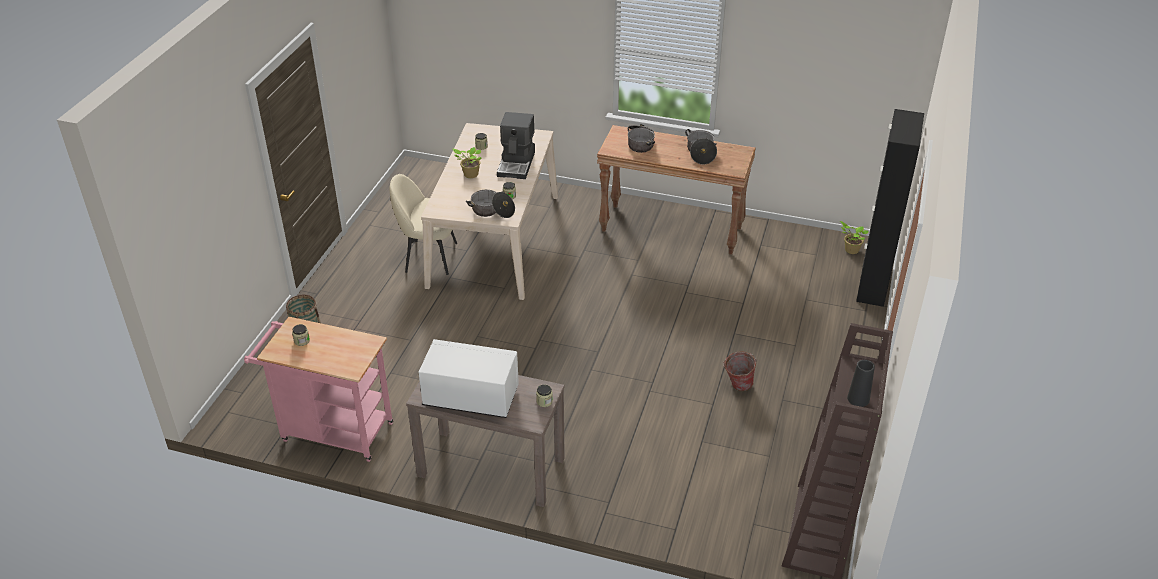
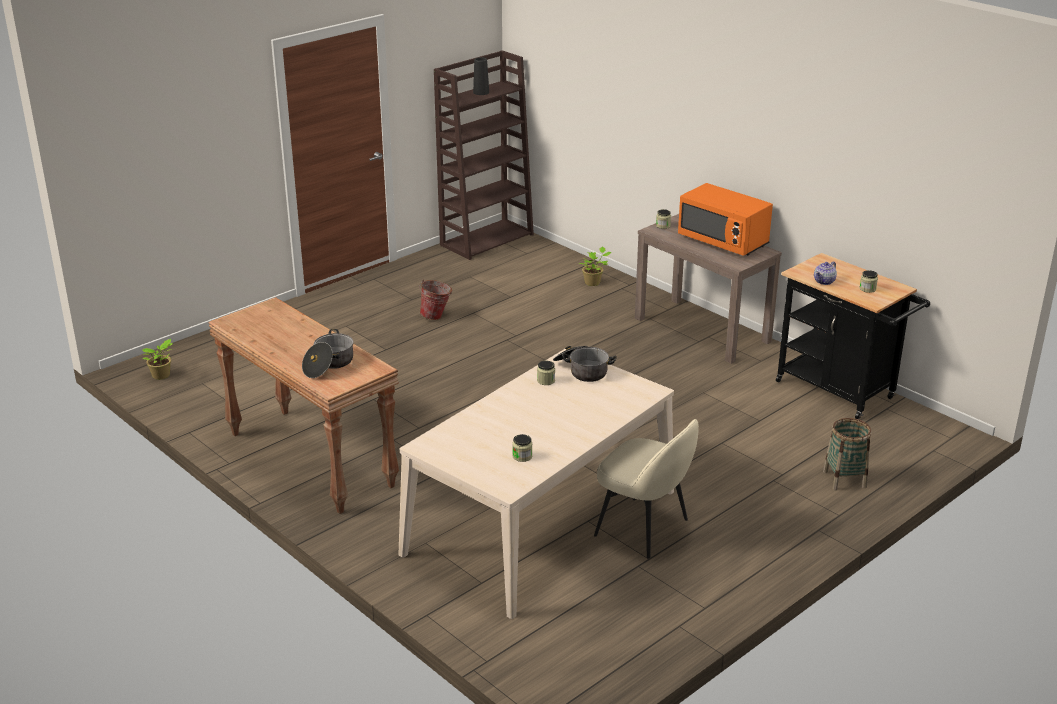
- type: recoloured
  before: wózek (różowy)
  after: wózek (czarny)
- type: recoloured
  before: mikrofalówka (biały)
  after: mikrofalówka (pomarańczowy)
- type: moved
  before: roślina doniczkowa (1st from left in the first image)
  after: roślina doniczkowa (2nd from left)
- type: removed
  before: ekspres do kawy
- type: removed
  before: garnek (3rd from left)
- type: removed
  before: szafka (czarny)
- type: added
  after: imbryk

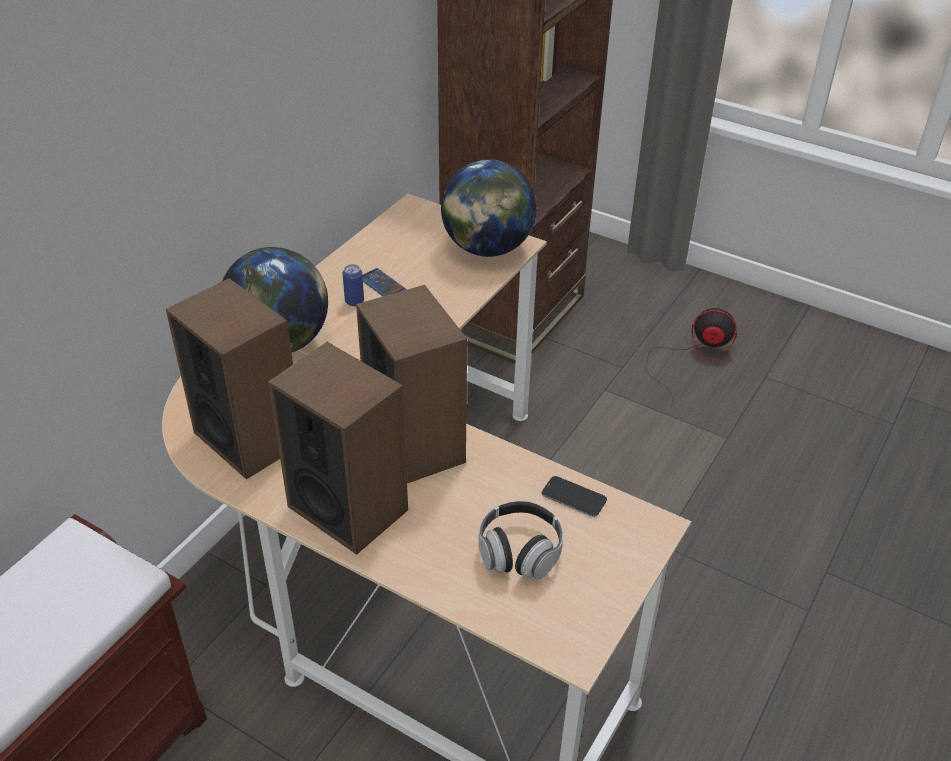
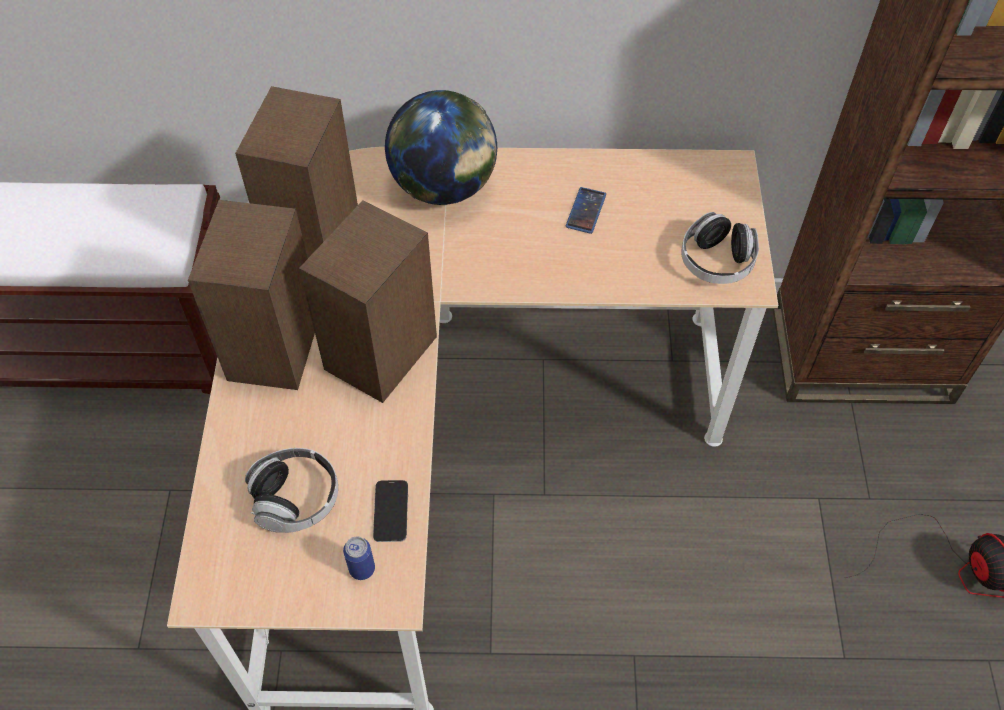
- type: moved
  before: puszka
- type: replaced
  before: globus (2nd from left)
  after: słuchawki (2nd from left)

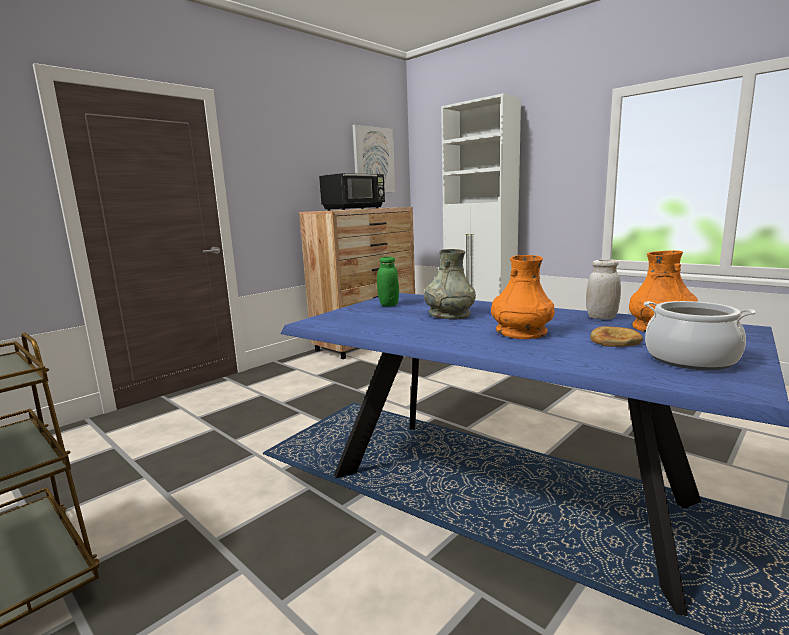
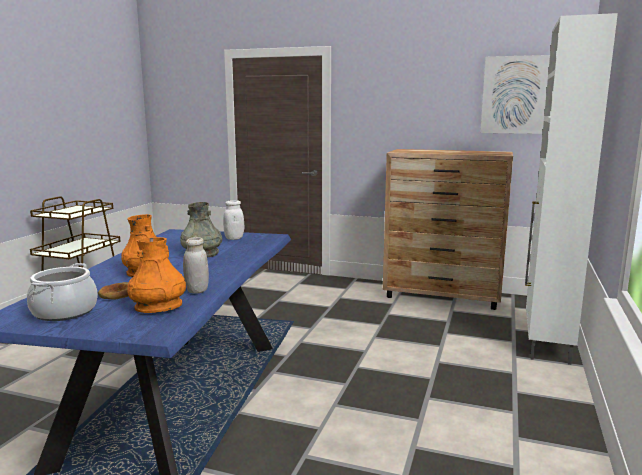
- type: removed
  before: mikrofalówka (czarny)
- type: recoloured
  before: słoik (zielony)
  after: słoik (biały) (2nd from left)

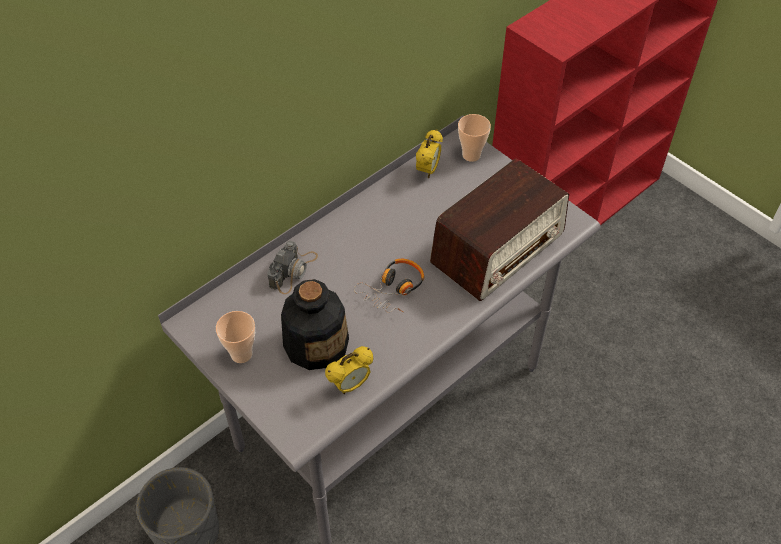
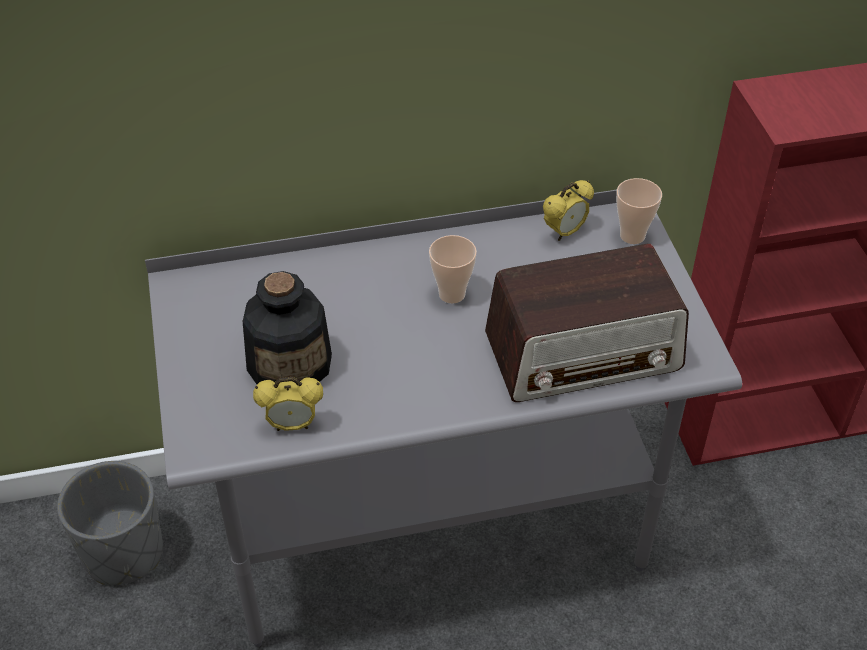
- type: moved
  before: filiżanka (1st from left)
- type: removed
  before: aparat fotograficzny
- type: removed
  before: słuchawki

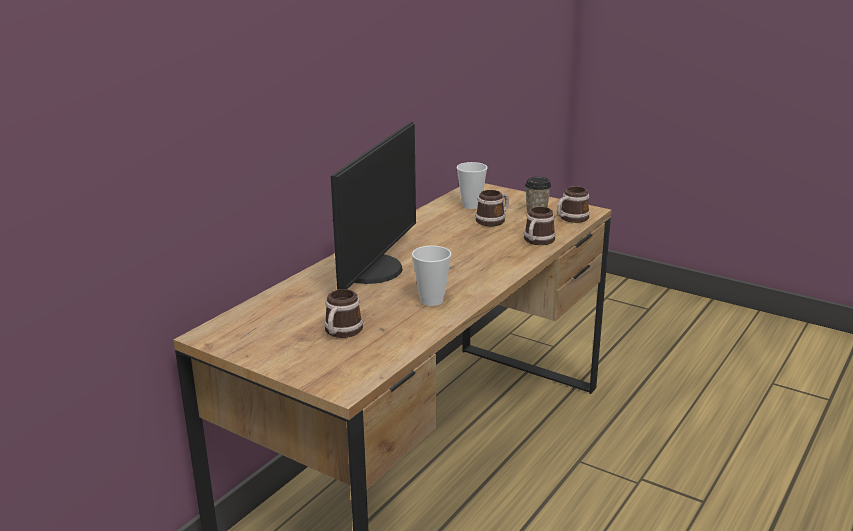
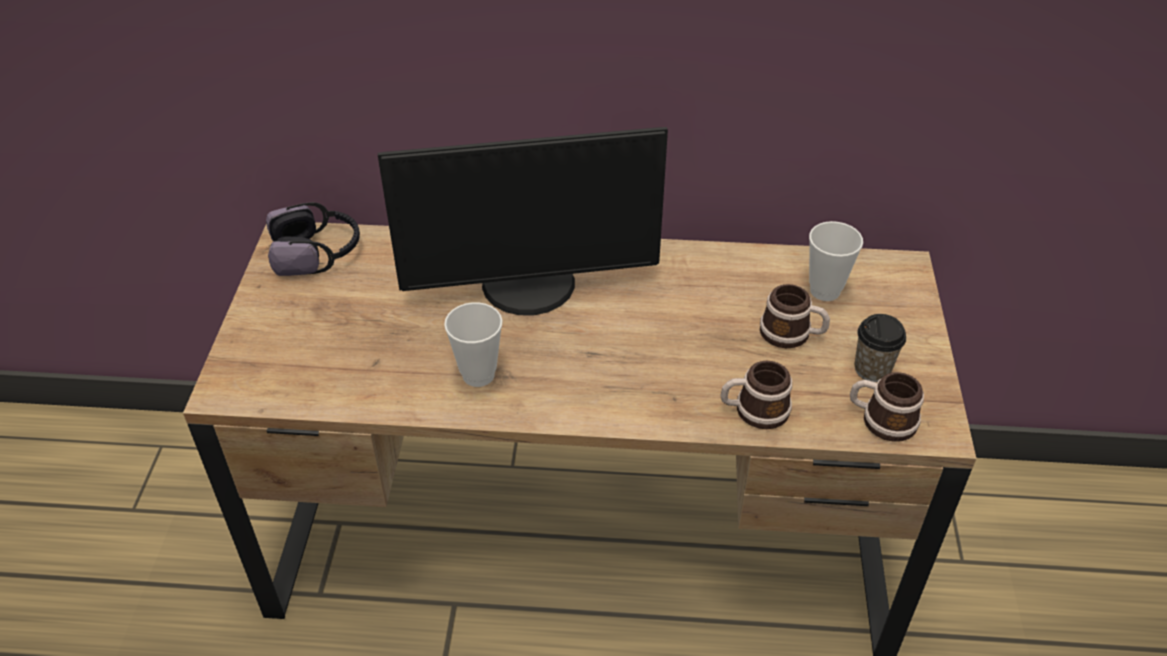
- type: removed
  before: kubek (1st from left)
- type: added
  after: słuchawki

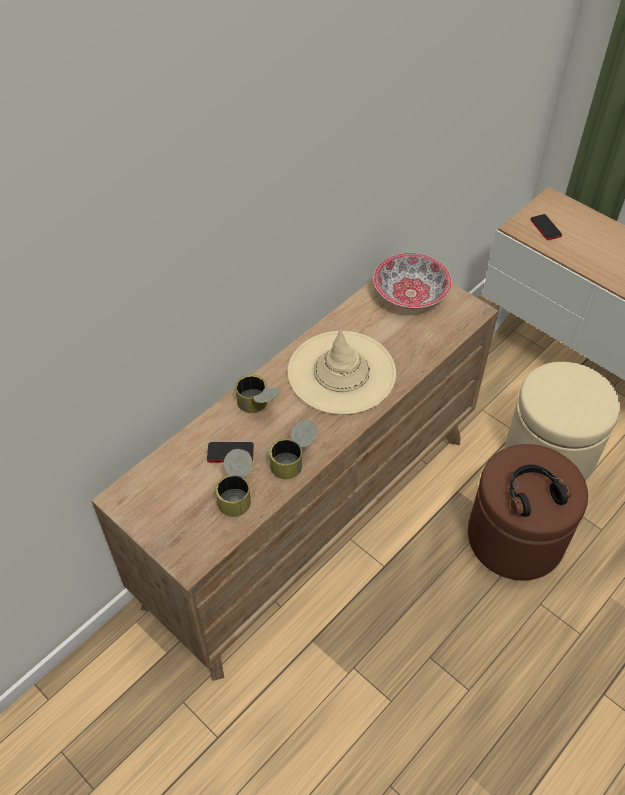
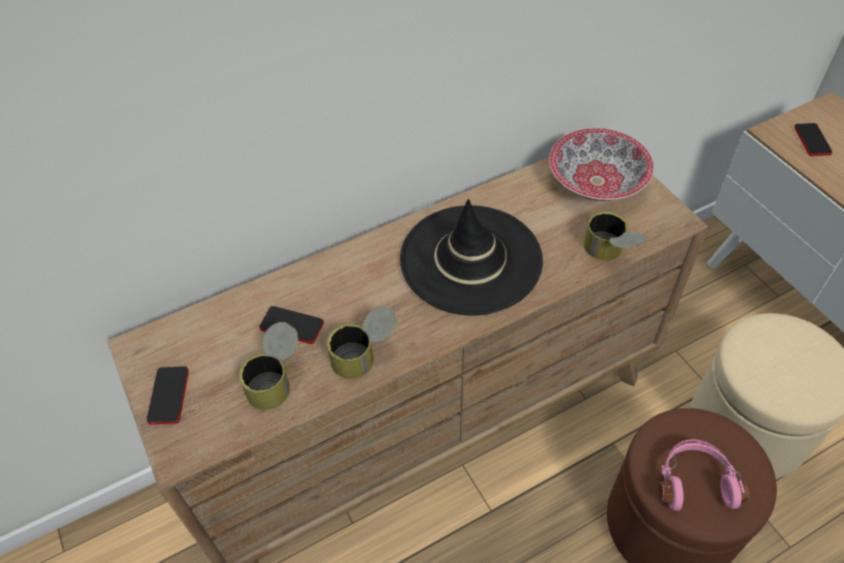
- type: moved
  before: puszka (2nd from left in the first image)
  after: puszka (3rd from left)
- type: recoloured
  before: kapelusz (beżowy)
  after: kapelusz (czarny)
- type: recoloured
  before: słuchawki (czarny)
  after: słuchawki (różowy)
- type: added
  after: telefon (1st from left)

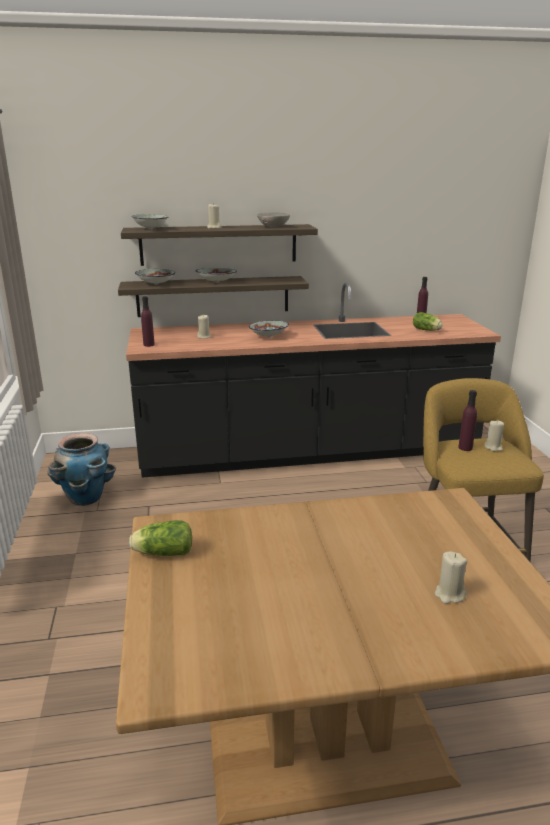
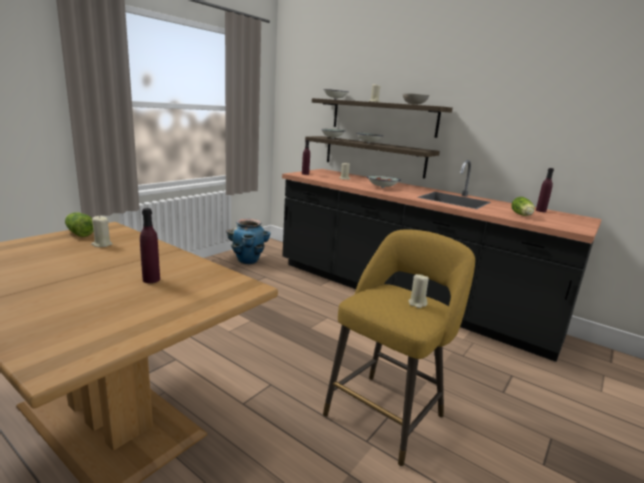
- type: moved
  before: świeca (beżowy) (3rd from left in the first image)
  after: świeca (beżowy) (1st from left)
- type: moved
  before: butelka (fioletowy) (3rd from left in the first image)
  after: butelka (fioletowy) (1st from left)

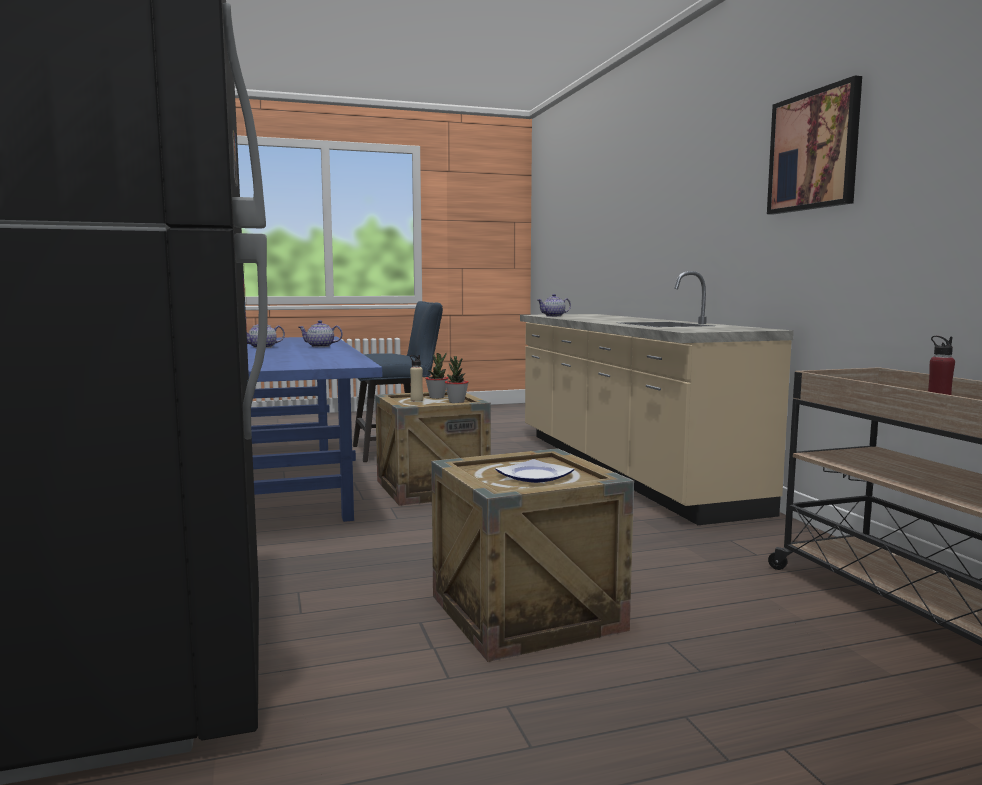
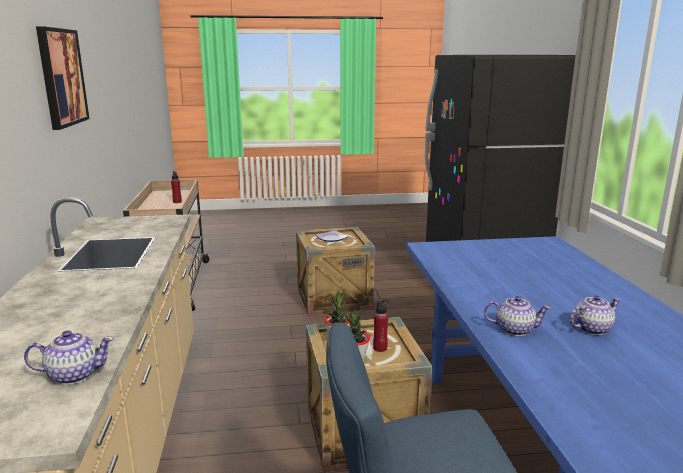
- type: recoloured
  before: butelka (beżowy)
  after: butelka (czerwony) (2nd from left)

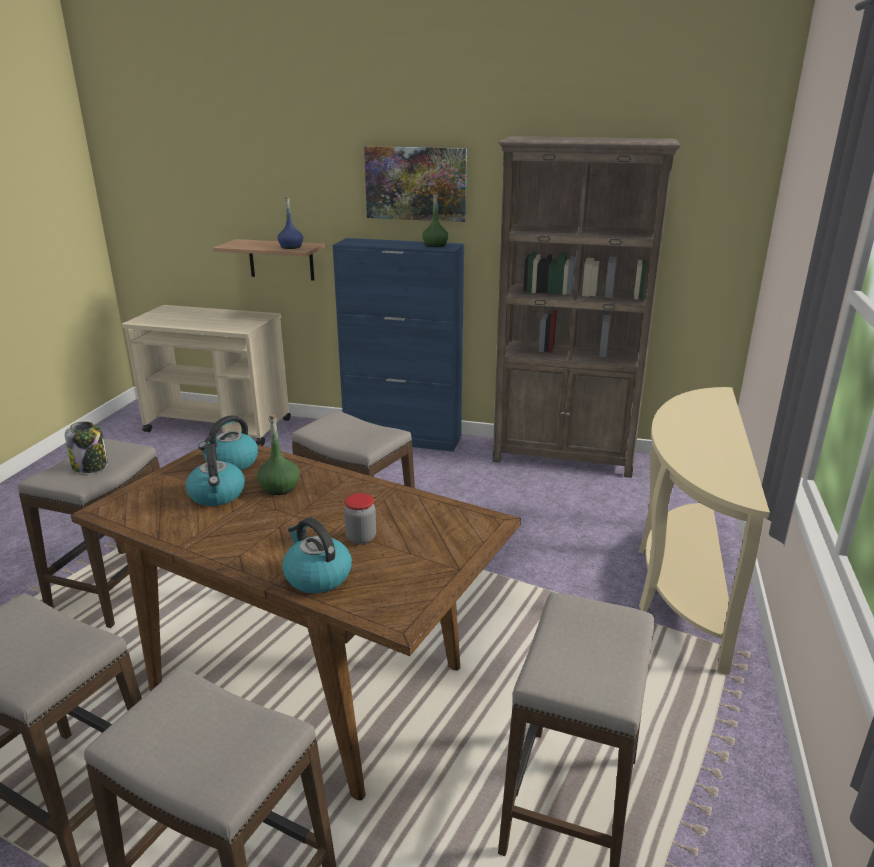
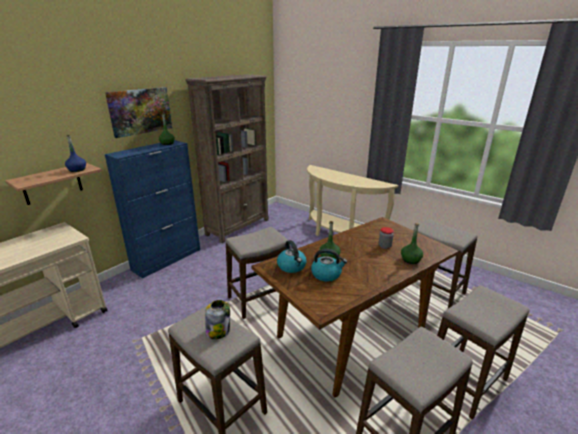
- type: replaced
  before: czajnik (3rd from left)
  after: butelka (zielony) (3rd from left)

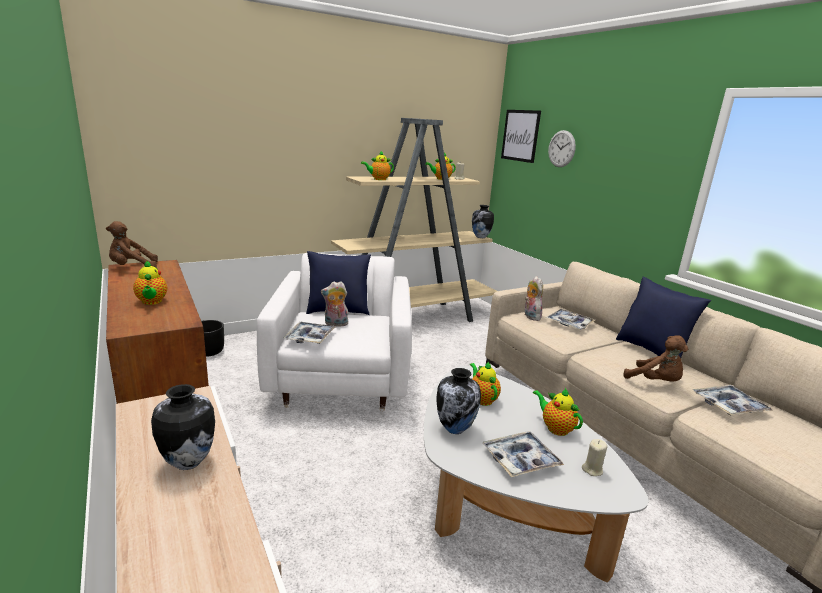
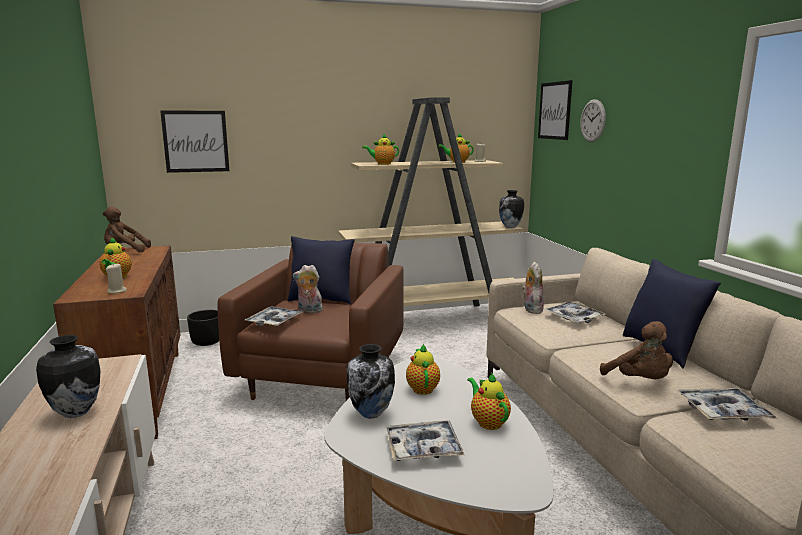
- type: recoloured
  before: fotel (biały)
  after: fotel (brązowy)
- type: moved
  before: świeca (beżowy) (2nd from left in the first image)
  after: świeca (beżowy) (1st from left)
- type: added
  after: obraz (1st from left)

